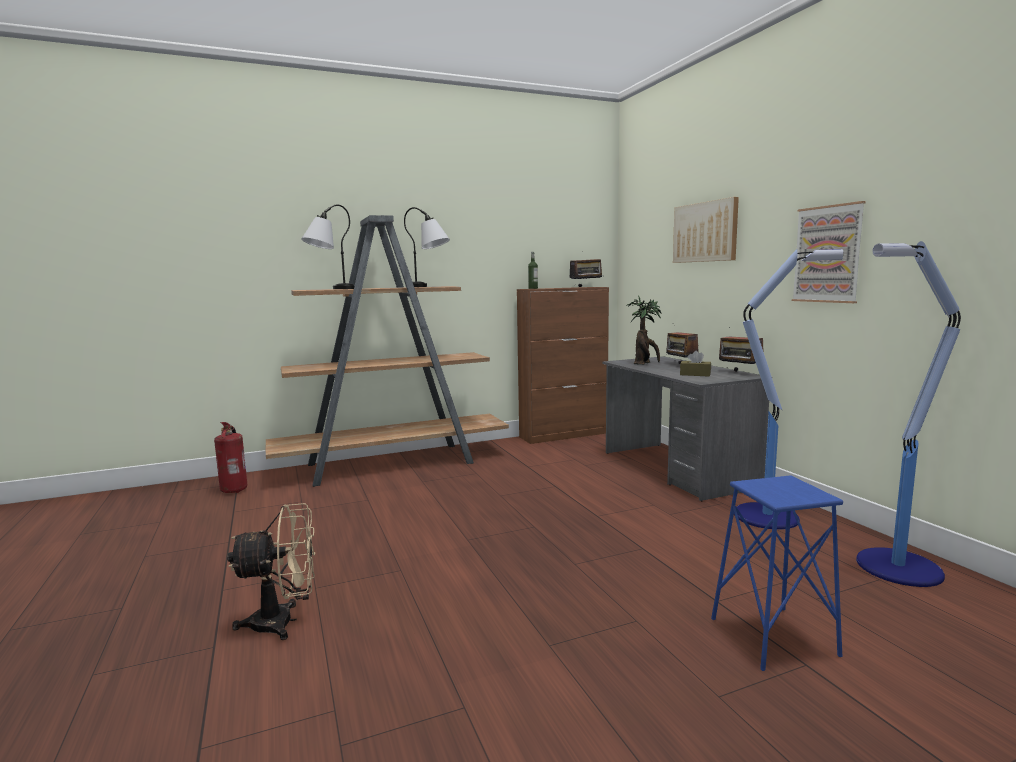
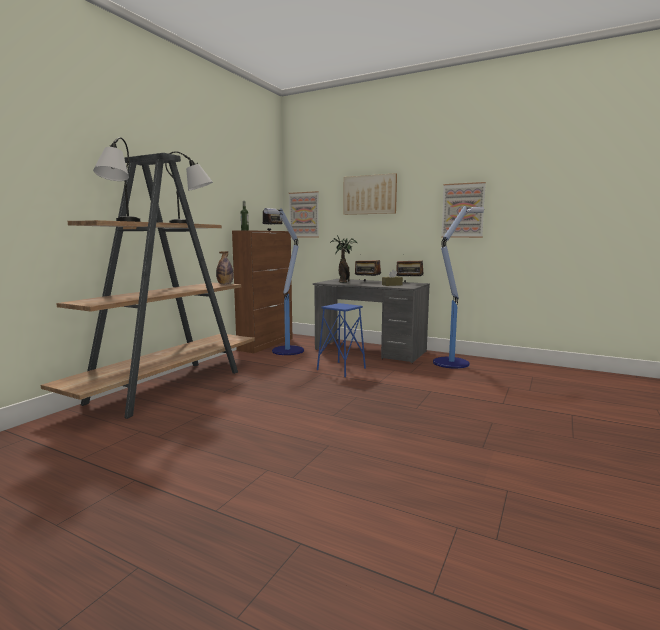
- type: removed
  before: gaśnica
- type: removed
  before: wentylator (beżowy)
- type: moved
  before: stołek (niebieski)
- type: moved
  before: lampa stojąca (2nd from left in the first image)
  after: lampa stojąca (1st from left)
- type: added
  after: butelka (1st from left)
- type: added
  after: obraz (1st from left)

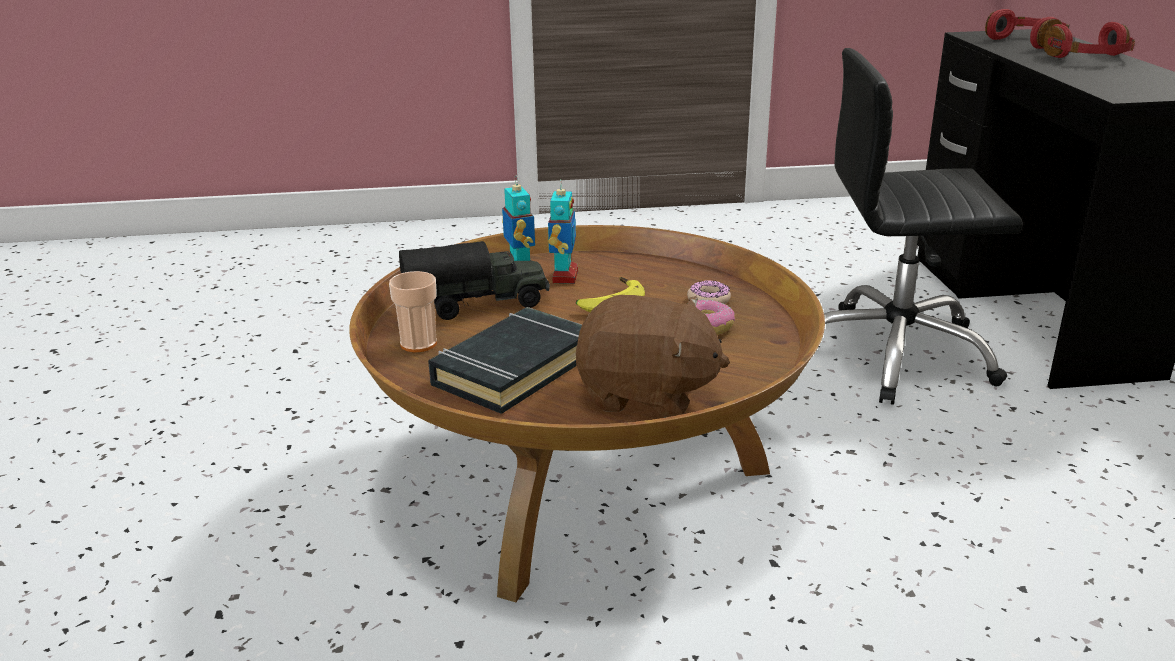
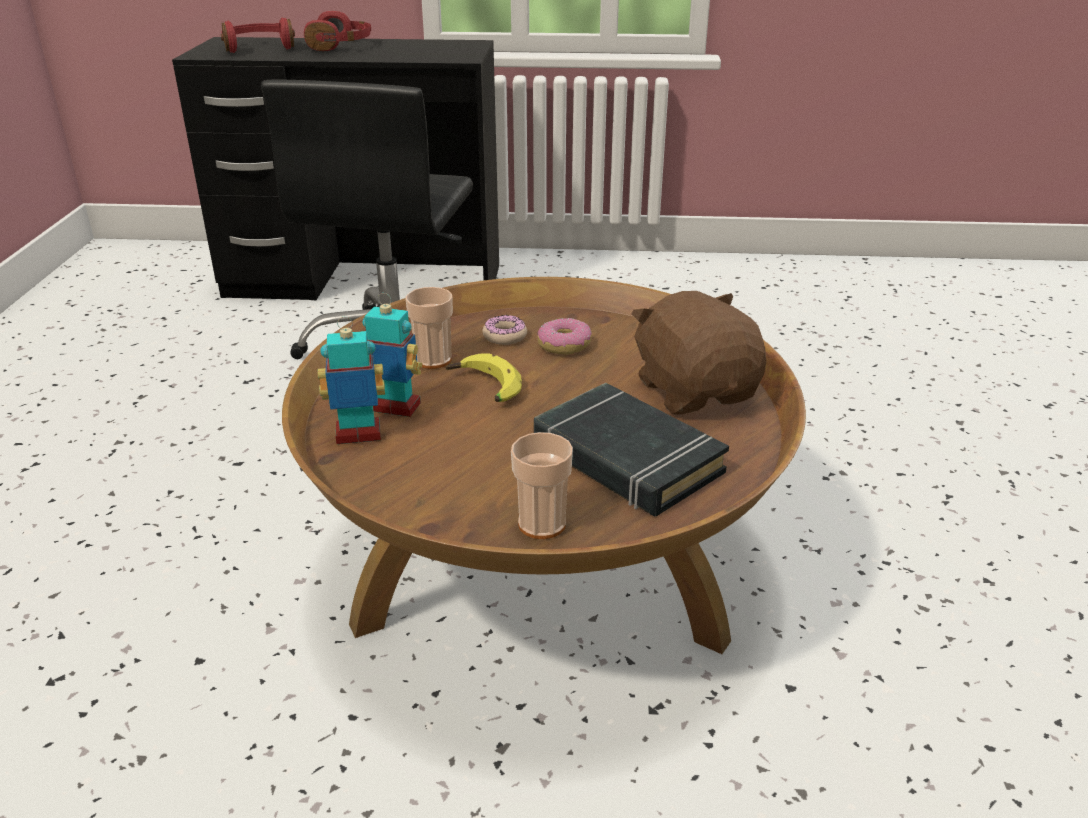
- type: removed
  before: ciężarówka zabawkowa
- type: turned
  before: pluszak (brązowy)
  turn: -45
- type: added
  after: filiżanka (1st from left)

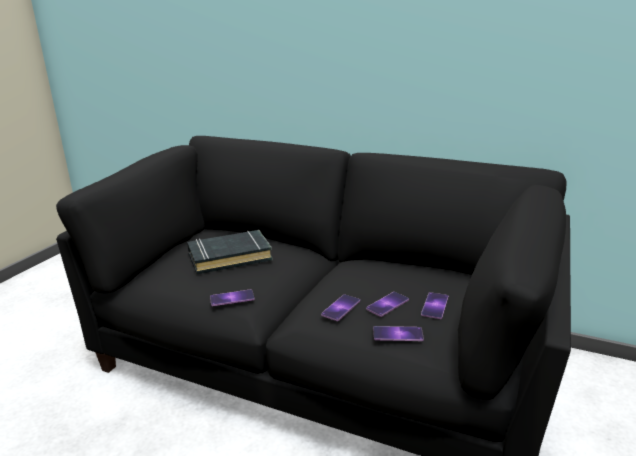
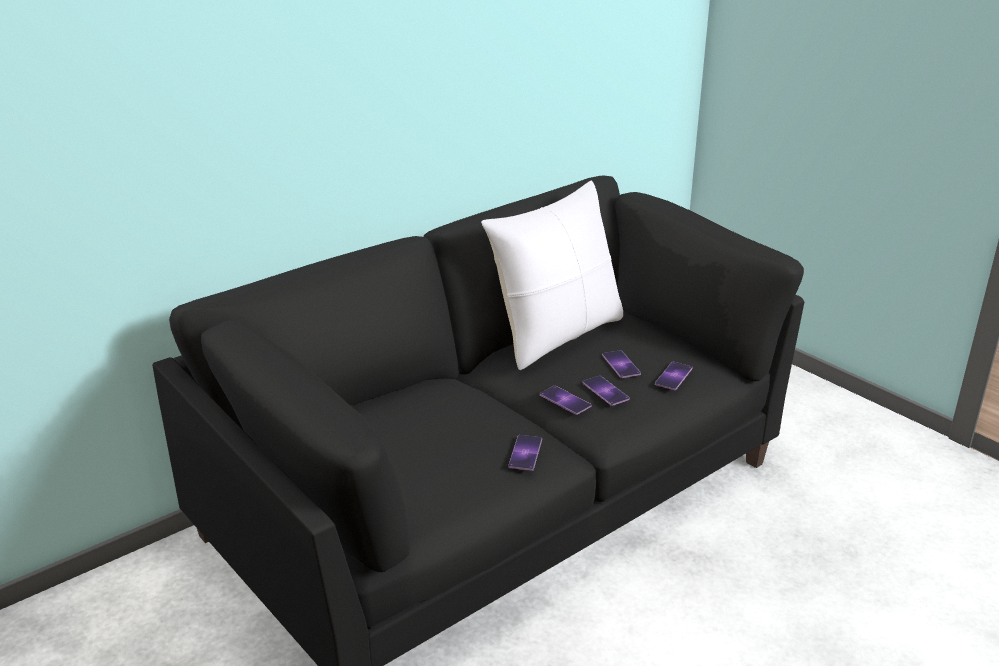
- type: removed
  before: książka (czarny)
- type: moved
  before: telefon (5th from left in the first image)
  after: telefon (2nd from left)
- type: added
  after: poduszka (biały)

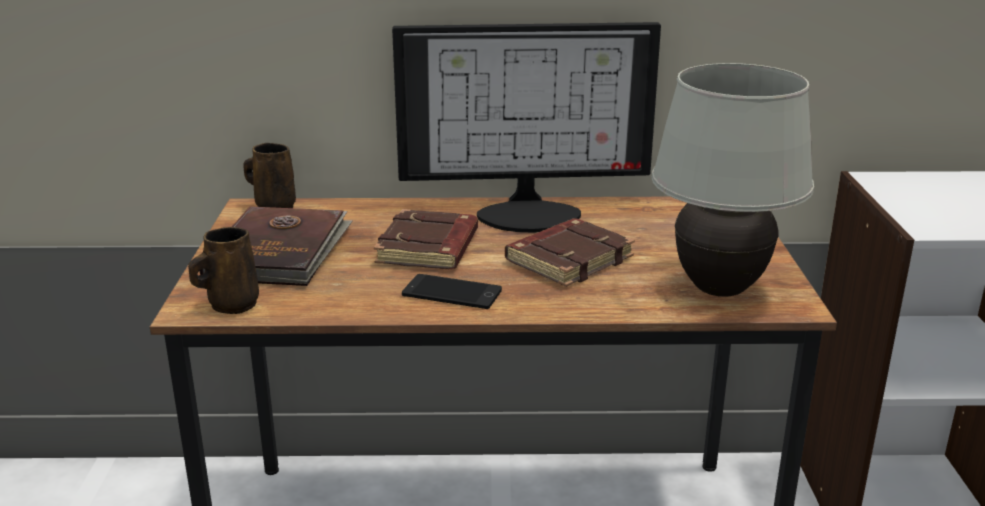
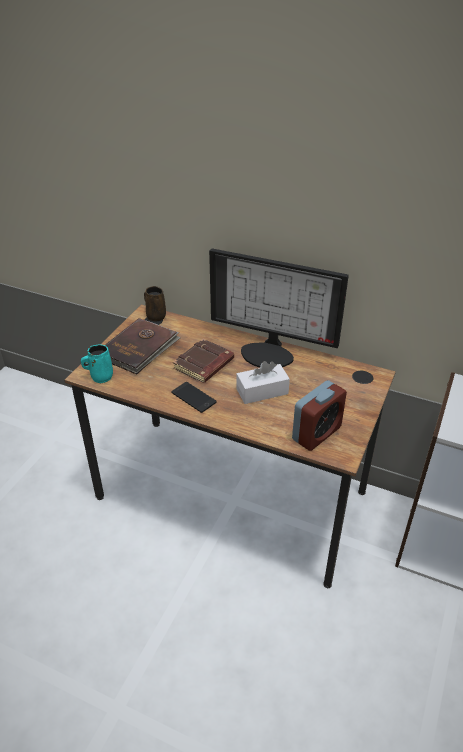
- type: recoloured
  before: kubek (brązowy) (1st from left)
  after: kubek (turkusowy)
- type: replaced
  before: książka (brązowy) (3rd from left)
  after: pudełko chusteczek (biały)
- type: replaced
  before: lampa stołowa (biały)
  after: budzik

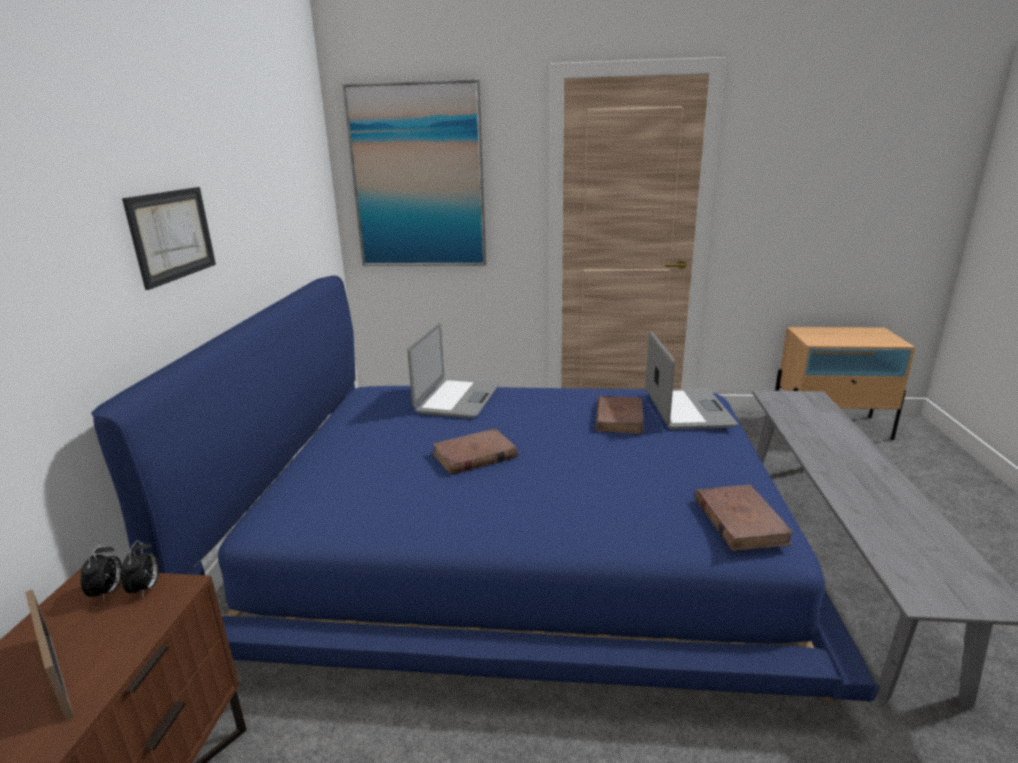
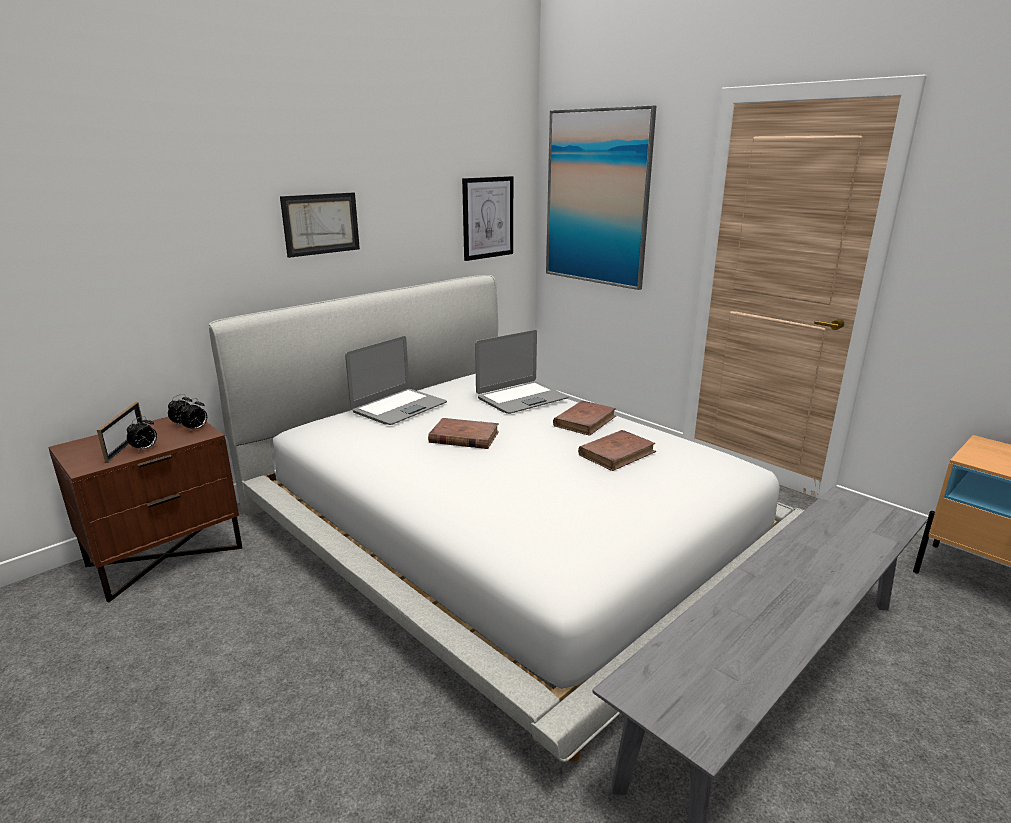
- type: recoloured
  before: łóżko (niebieski)
  after: łóżko (biały)
- type: moved
  before: laptop (2nd from left in the first image)
  after: laptop (1st from left)
- type: moved
  before: książka (brązowy) (3rd from left in the first image)
  after: książka (brązowy) (2nd from left)
- type: added
  after: budzik (1st from left)
- type: added
  after: obraz (2nd from left)

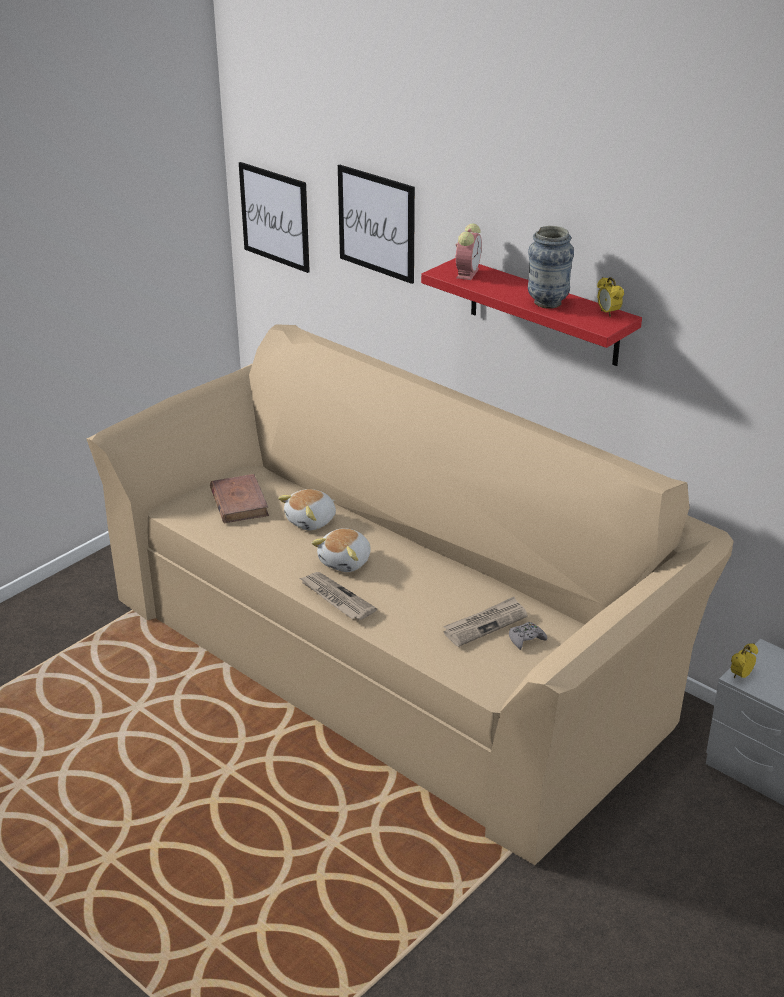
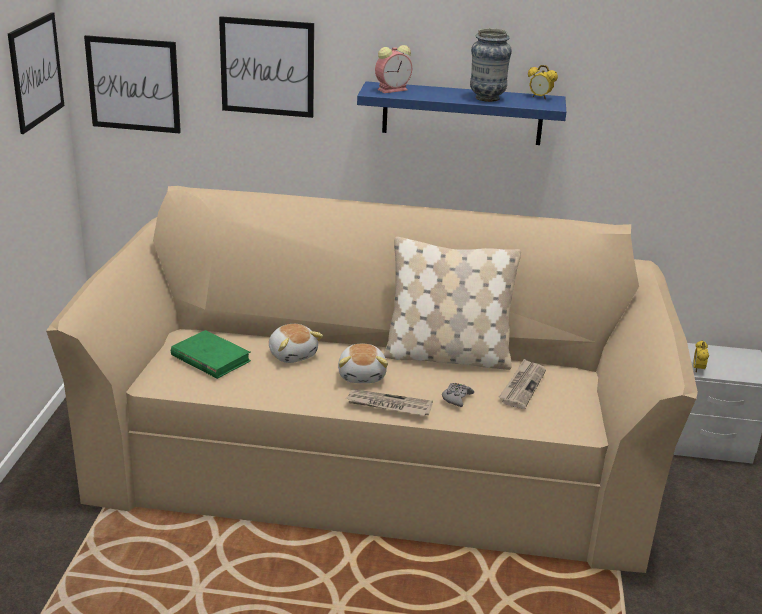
- type: recoloured
  before: książka (brązowy)
  after: książka (zielony)
- type: turned
  before: pluszak (1st from left)
  turn: -45
- type: recoloured
  before: półka (czerwony)
  after: półka (niebieski)
- type: turned
  before: budzik (1st from left)
  turn: 75
- type: moved
  before: pad do gier (szary)
- type: added
  after: obraz (1st from left)
- type: added
  after: poduszka (beżowy)

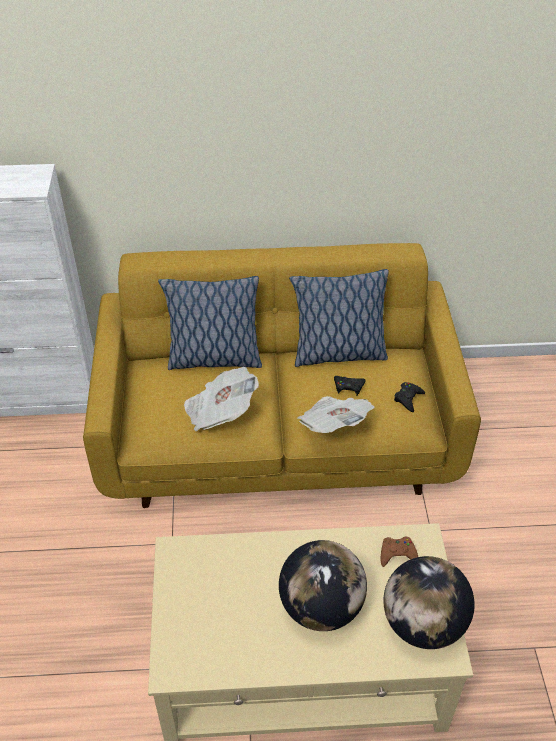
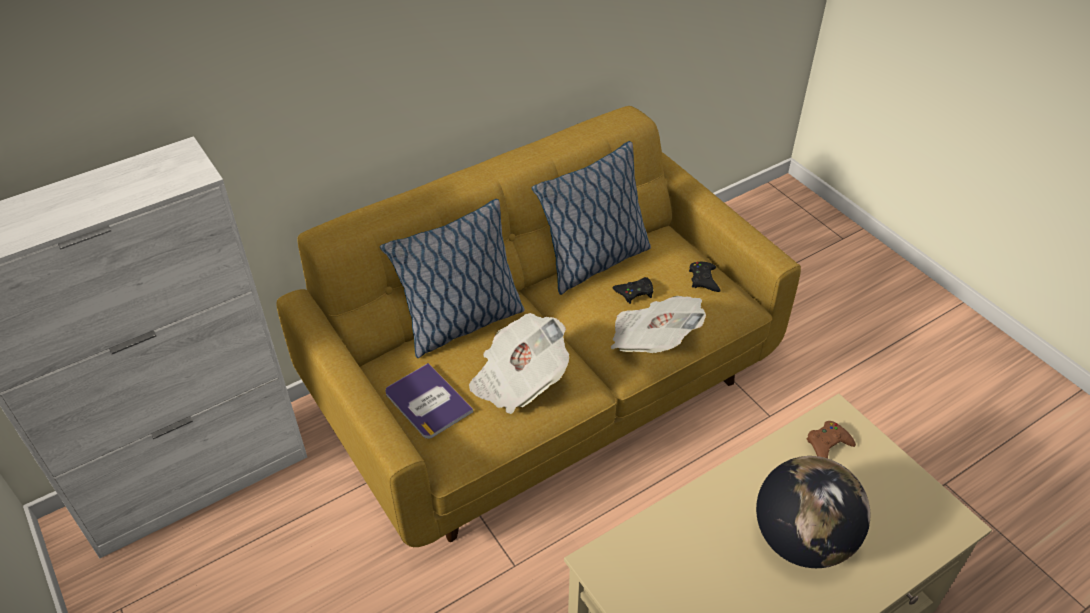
- type: removed
  before: globus (2nd from left)
- type: added
  after: książka

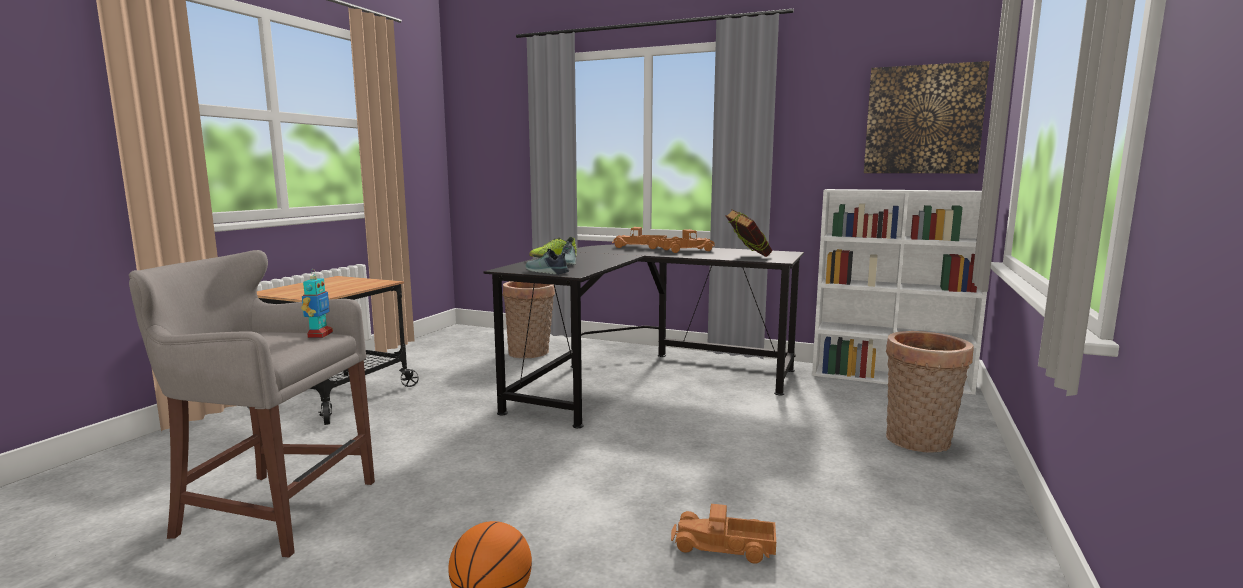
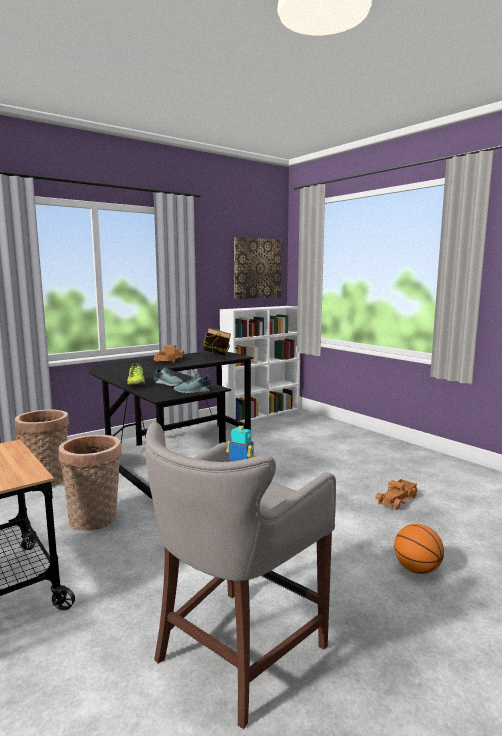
- type: removed
  before: ciężarówka zabawkowa (1st from left)
- type: moved
  before: koszyk (2nd from left)

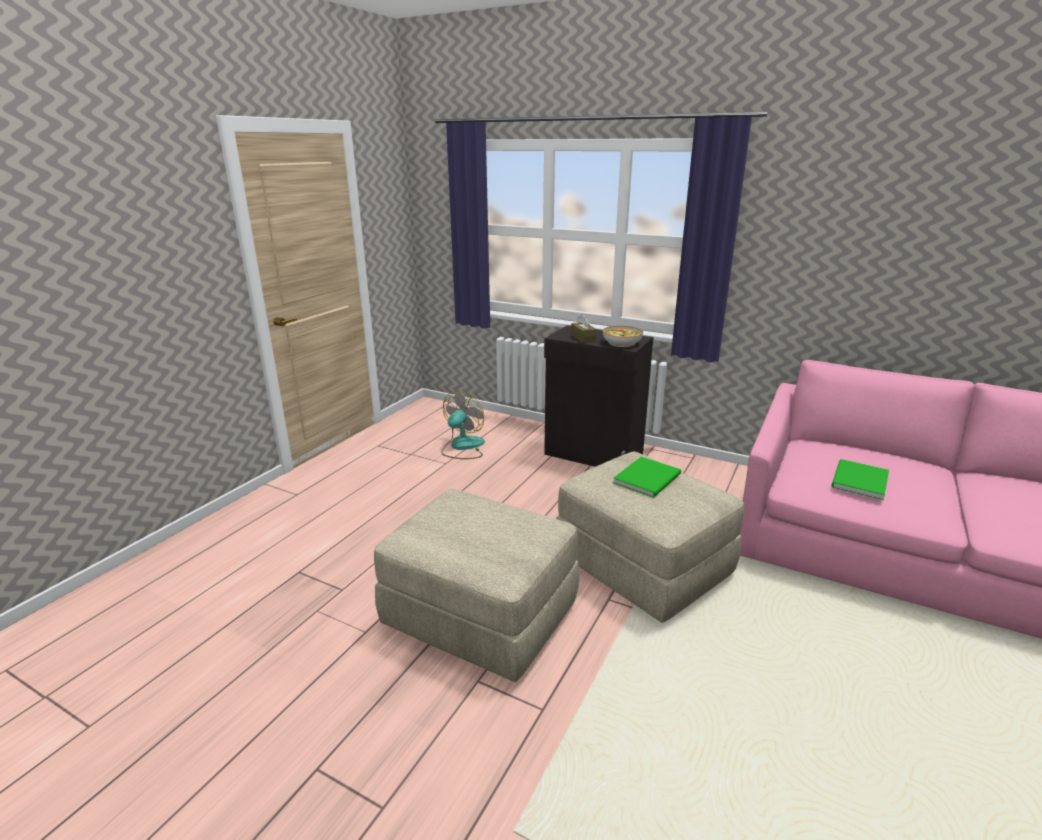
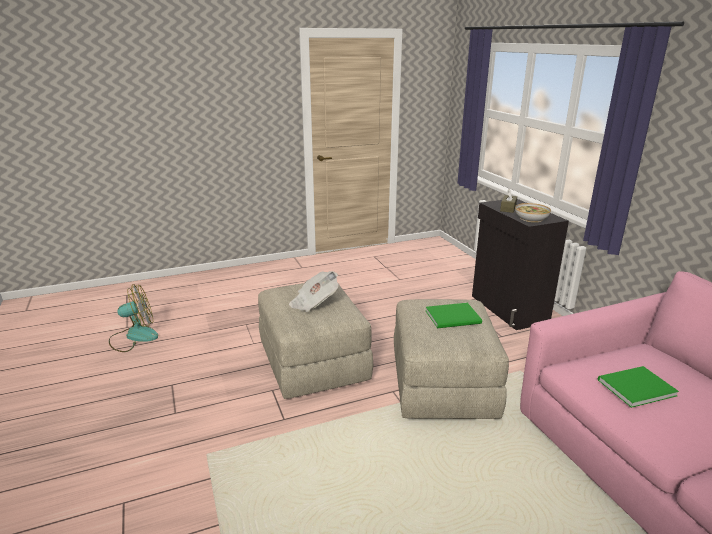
- type: moved
  before: wentylator
- type: added
  after: gazeta

